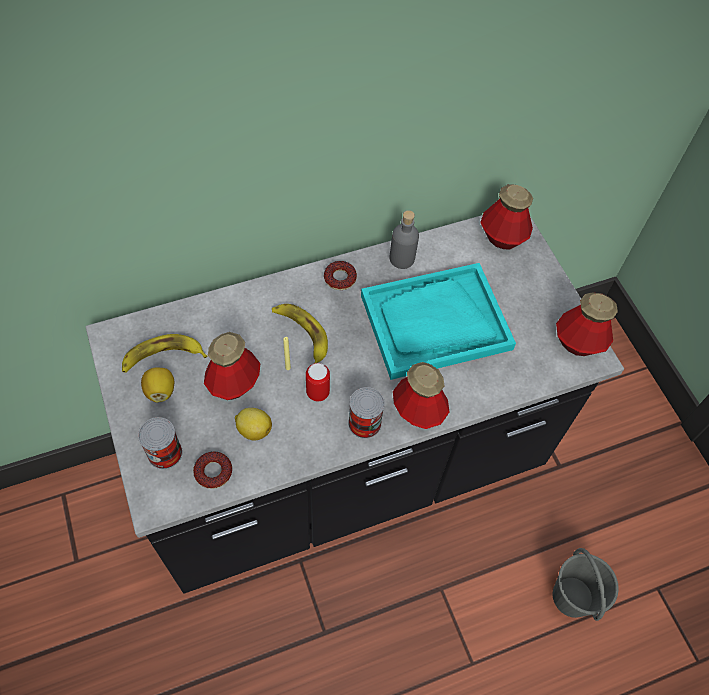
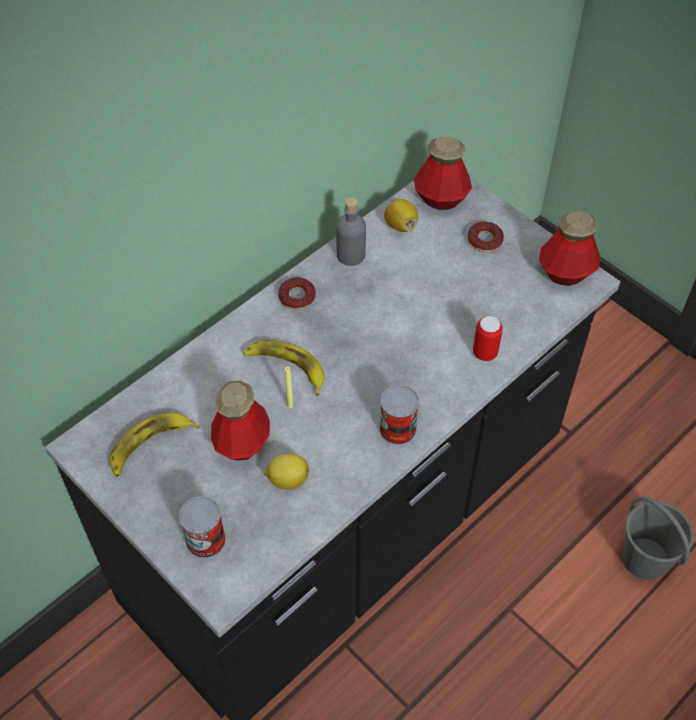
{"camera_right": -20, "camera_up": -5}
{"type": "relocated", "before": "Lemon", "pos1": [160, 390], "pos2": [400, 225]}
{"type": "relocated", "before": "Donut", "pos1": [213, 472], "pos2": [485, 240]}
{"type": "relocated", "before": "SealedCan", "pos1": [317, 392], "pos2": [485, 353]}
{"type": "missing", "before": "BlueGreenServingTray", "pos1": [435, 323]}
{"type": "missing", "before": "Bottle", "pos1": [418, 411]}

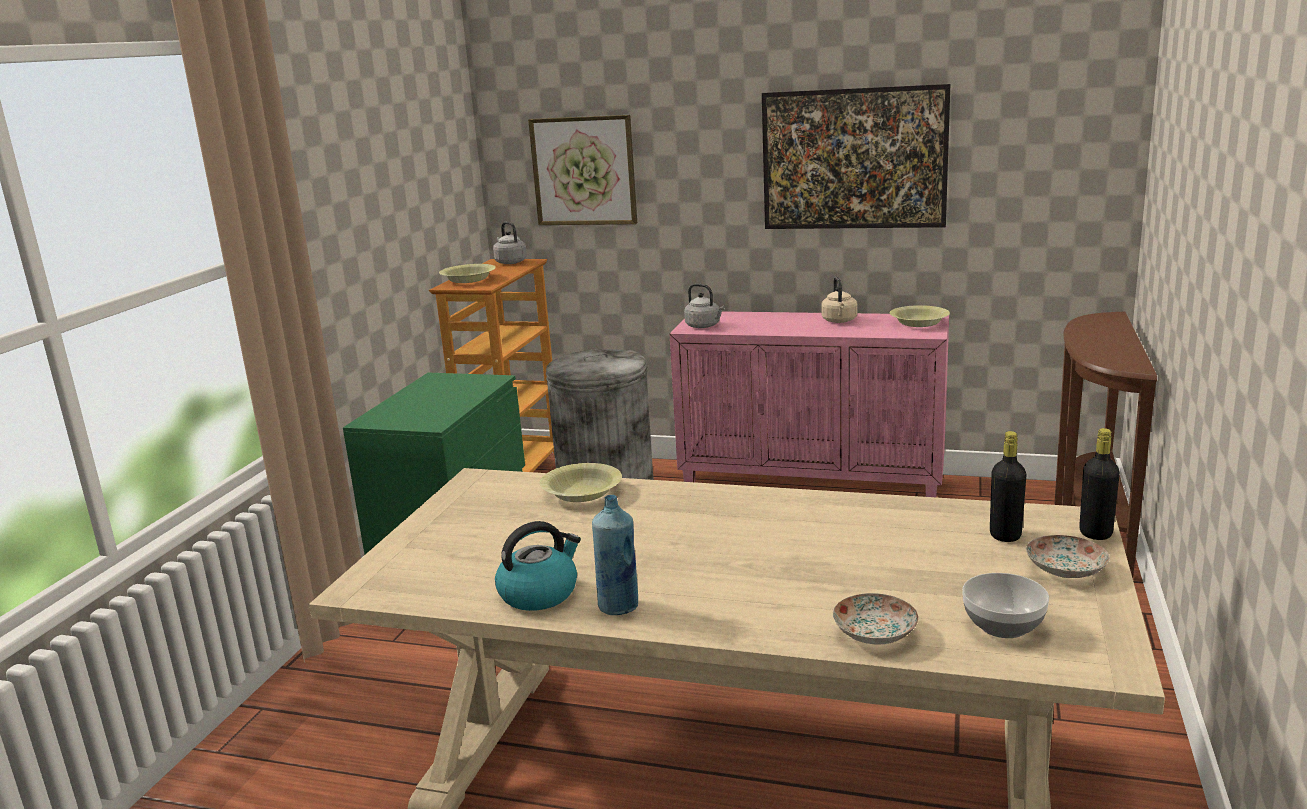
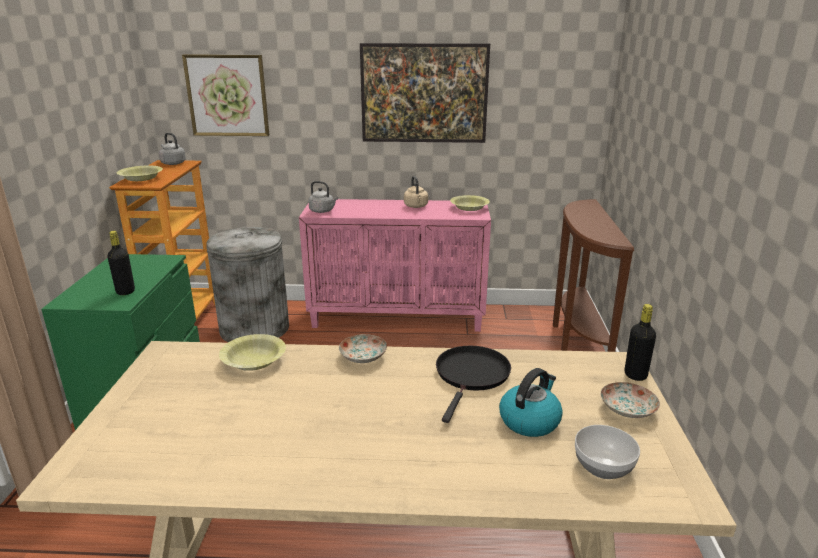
{"camera_right": -15, "camera_up": 5}
{"type": "relocated", "before": "TeaKettle", "pos1": [539, 593], "pos2": [529, 420]}
{"type": "missing", "before": "BluishBottle", "pos1": [619, 607]}
{"type": "relocated", "before": "Plate", "pos1": [875, 634], "pos2": [363, 357]}
{"type": "relocated", "before": "BlackColouredBottle", "pos1": [1005, 535], "pos2": [125, 291]}
{"type": "appeared", "after": "BlackColouredFryingPan", "pos2": [471, 376]}

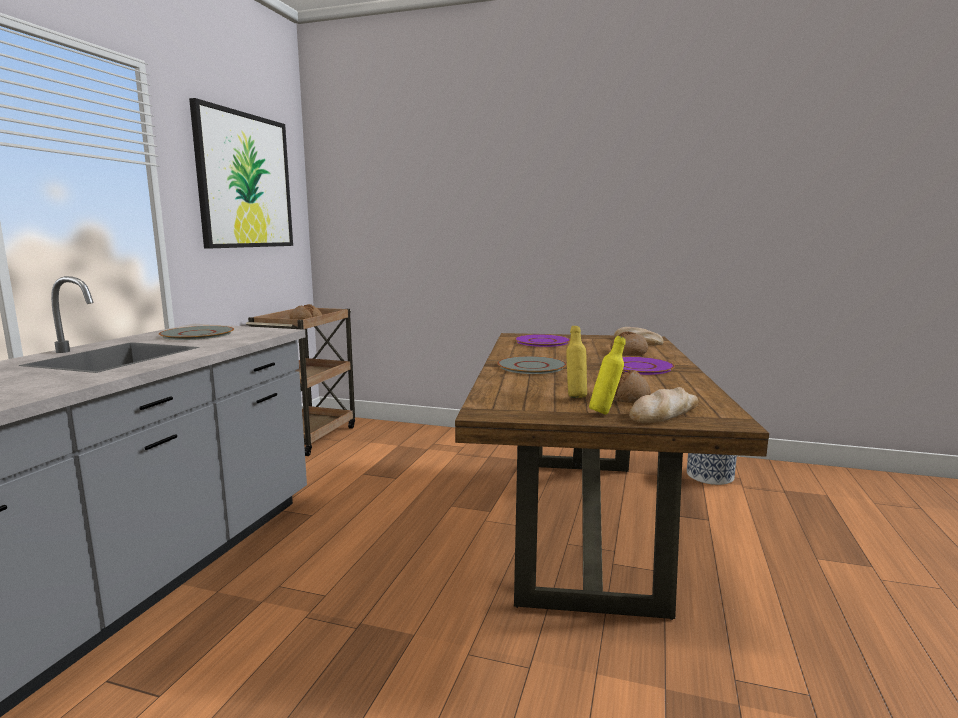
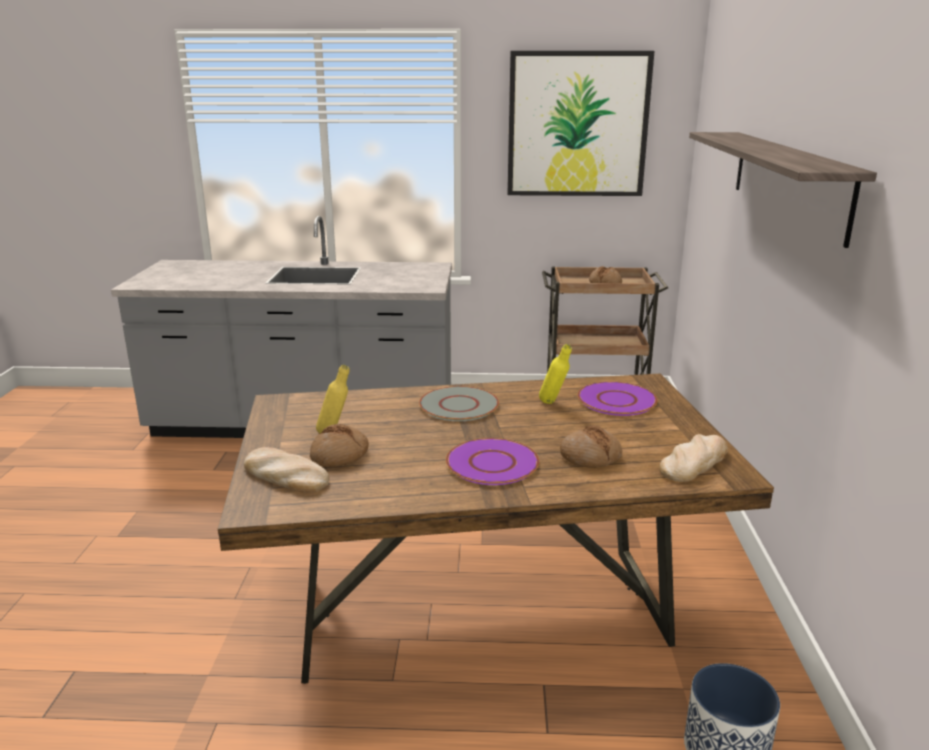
{"camera_right": 75, "camera_up": 10}
{"type": "missing", "before": "GrayPlate", "pos1": [197, 334]}
{"type": "relocated", "before": "YellowBottle", "pos1": [606, 412], "pos2": [553, 404]}
{"type": "appeared", "after": "Shelf", "pos2": [787, 181]}

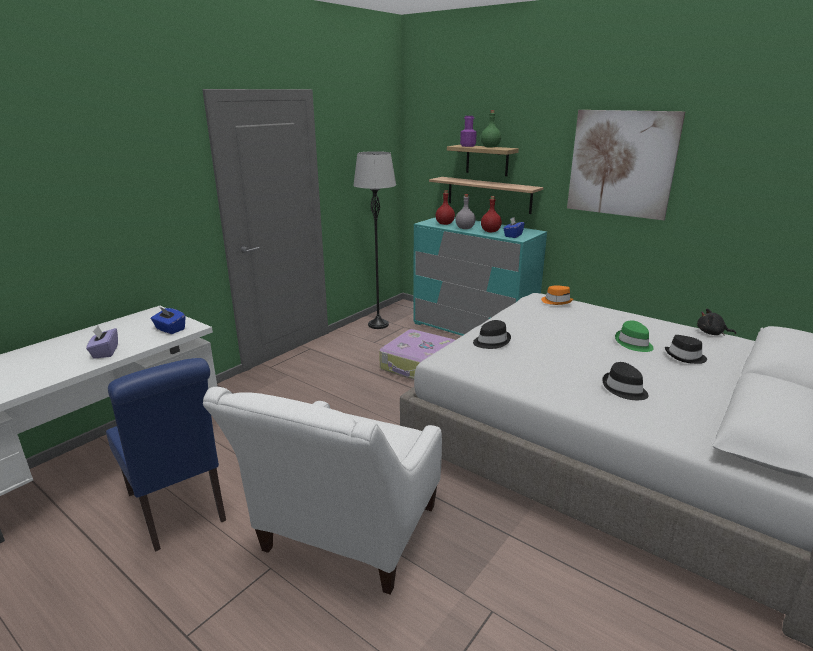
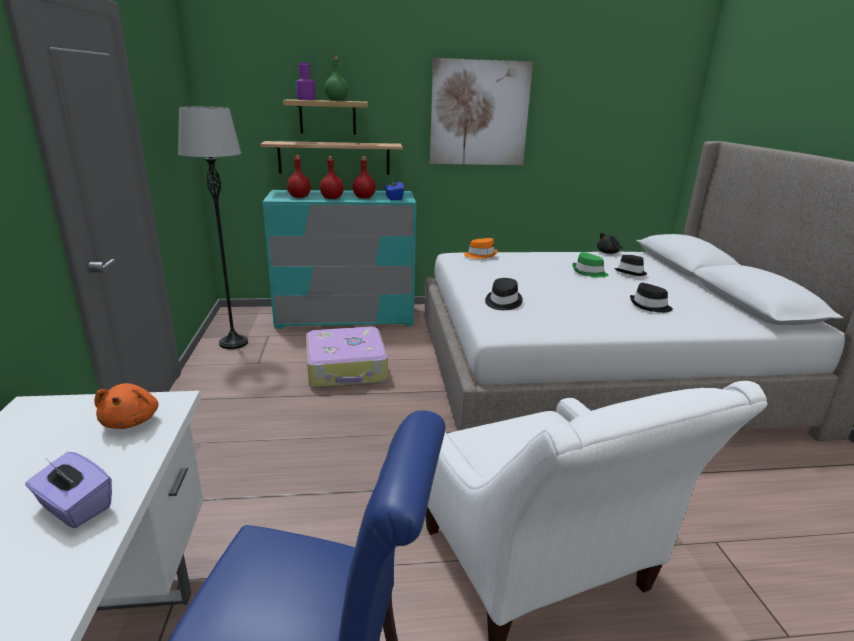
{"camera_right": -45, "camera_up": 0}
{"type": "exchanged", "before": "BluishTissueHolder", "after": "OrangeSoftToy", "pos1": [170, 329], "pos2": [131, 421]}
{"type": "colour", "before": "GrayBottle", "after": "RedBottle", "pos1": [464, 228], "pos2": [331, 198]}

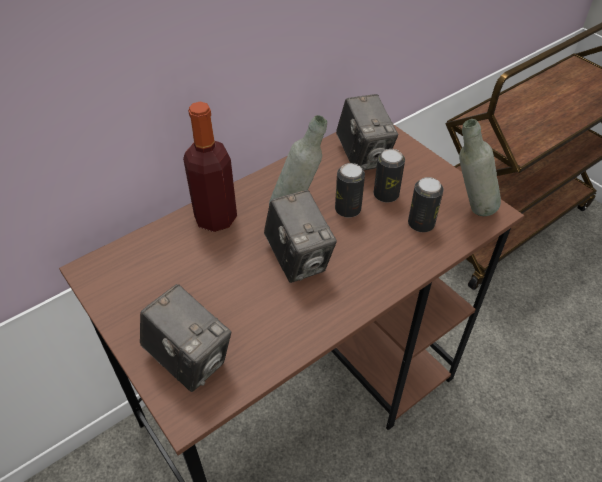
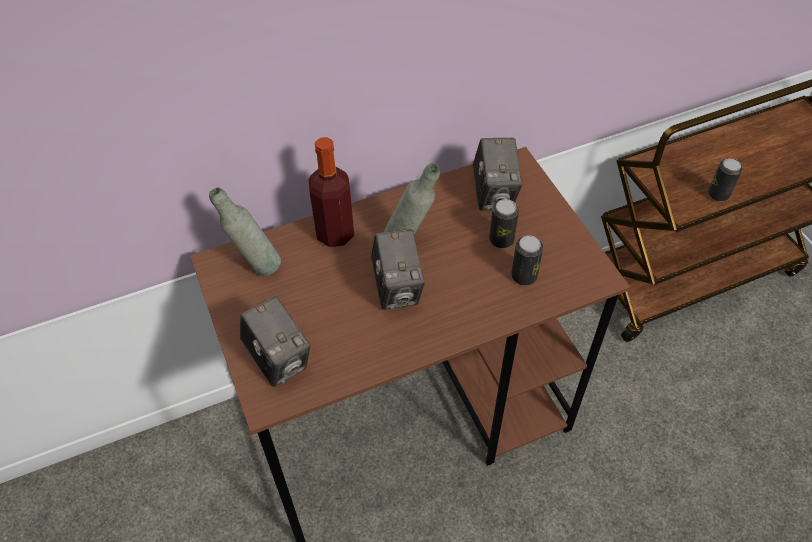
{"camera_right": 15, "camera_up": 5}
{"type": "relocated", "before": "SealedCan", "pos1": [347, 209], "pos2": [718, 194]}
{"type": "relocated", "before": "GrayBottle", "pos1": [469, 210], "pos2": [256, 267]}

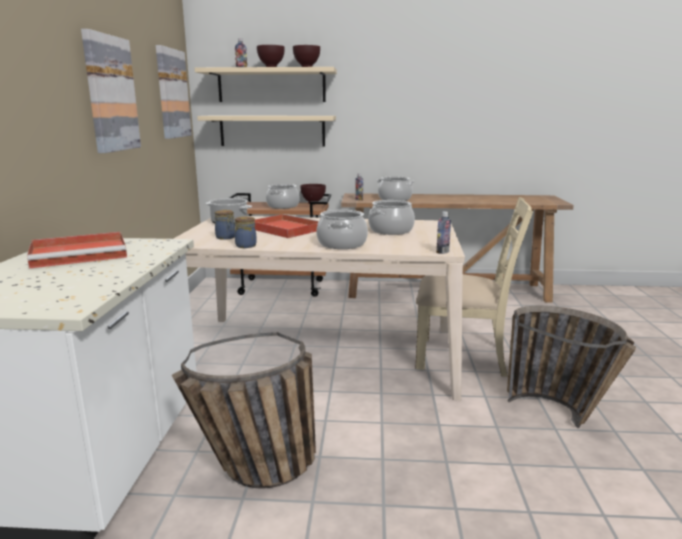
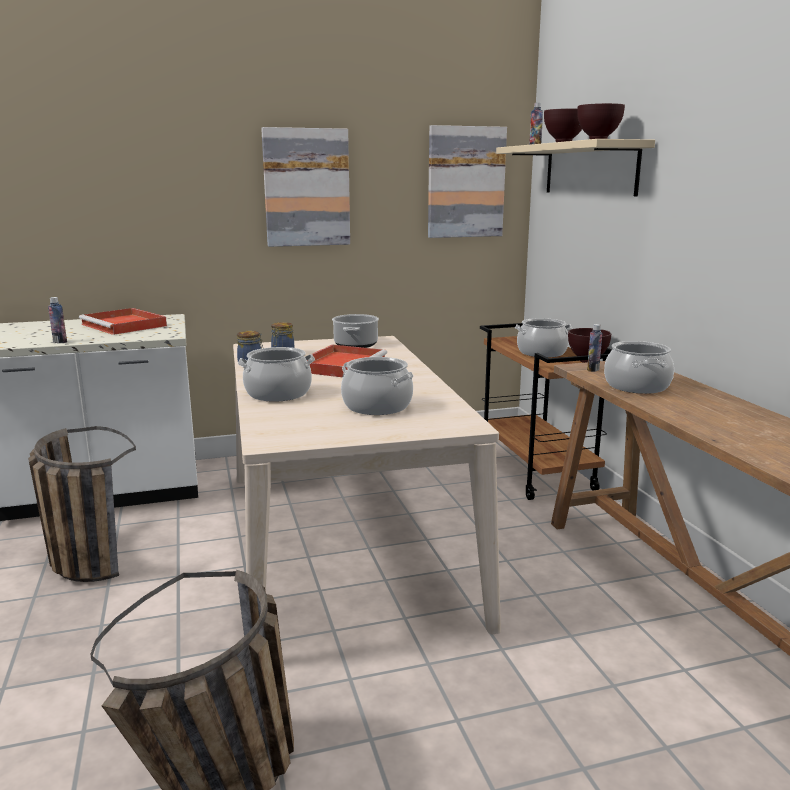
{"camera_right": 70, "camera_up": 0}
{"type": "missing", "before": "SandColouredShelf", "pos1": [272, 131]}
{"type": "missing", "before": "SandColouredChair", "pos1": [462, 356]}
{"type": "relocated", "before": "Bottle", "pos1": [442, 252], "pos2": [60, 342]}

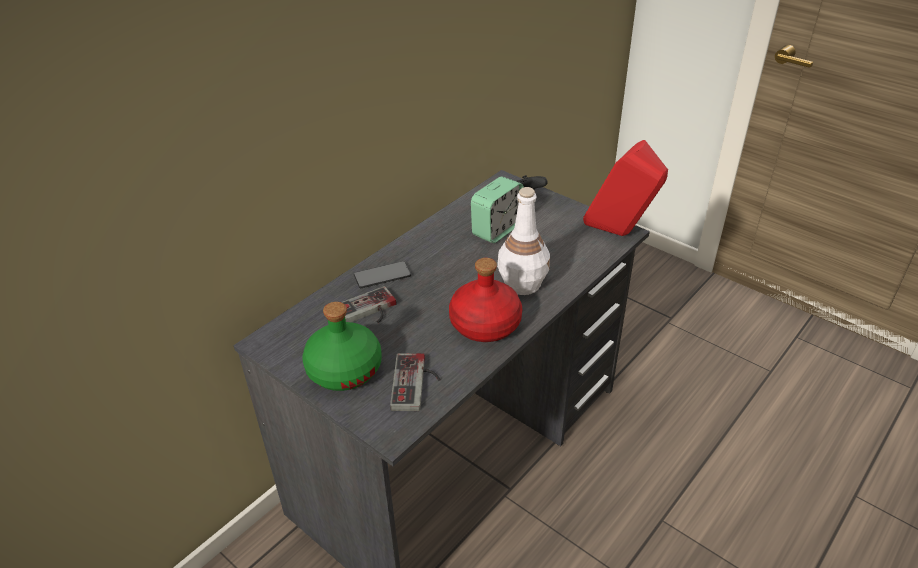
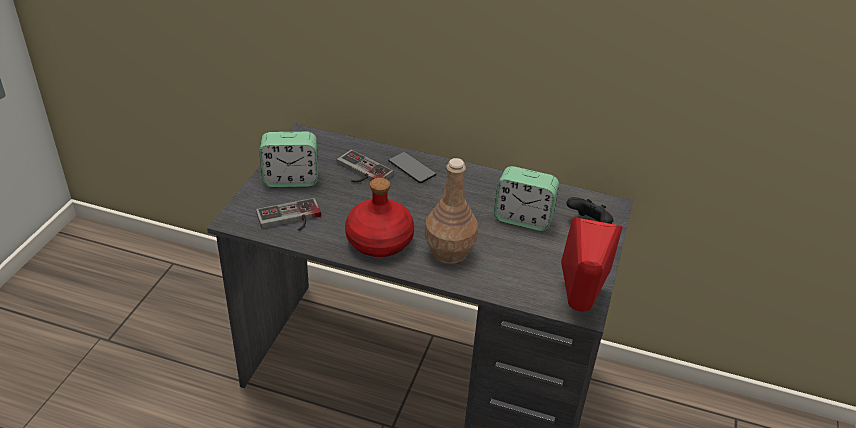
{"camera_right": 65, "camera_up": 0}
{"type": "exchanged", "before": "GreenBottle", "after": "AlarmClock", "pos1": [344, 369], "pos2": [291, 179]}
{"type": "colour", "before": "WhiteBottle", "after": "BrownColouredBottle", "pos1": [522, 283], "pos2": [450, 252]}

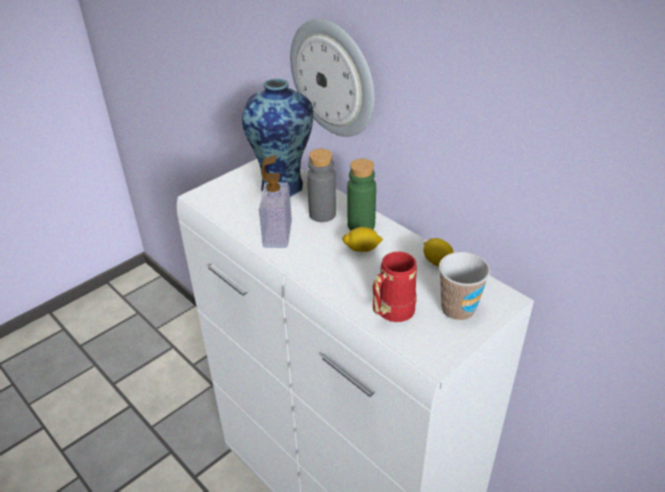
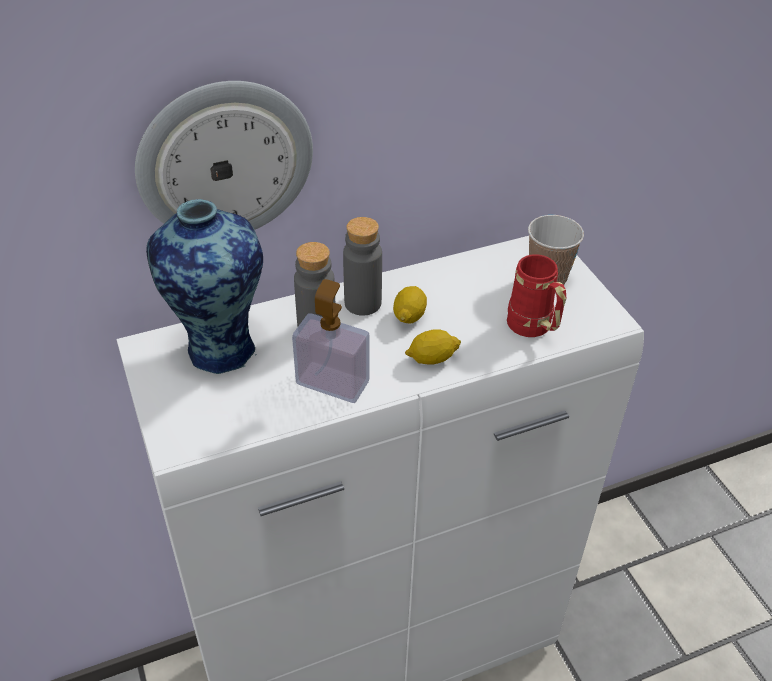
{"camera_right": -70, "camera_up": 5}
{"type": "colour", "before": "GreenBottle", "after": "GrayBottle", "pos1": [361, 225], "pos2": [362, 303]}
{"type": "relocated", "before": "Lemon", "pos1": [437, 261], "pos2": [432, 359]}

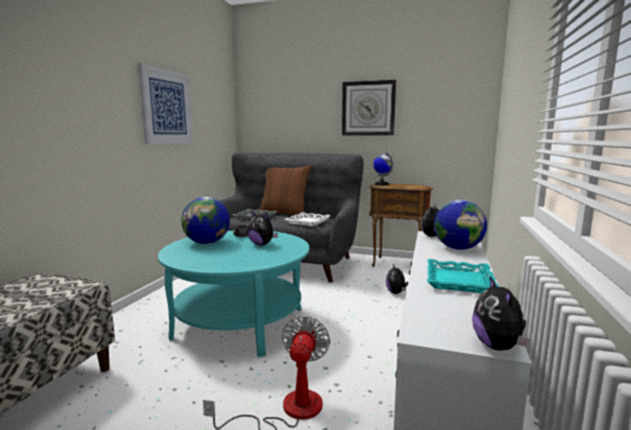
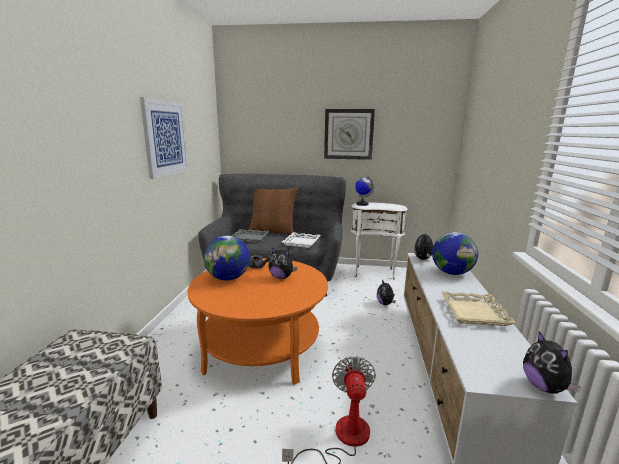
{"camera_right": -10, "camera_up": 5}
{"type": "colour", "before": "BlueGreenLoungeTable", "after": "OrangeLoungeTable", "pos1": [240, 323], "pos2": [262, 348]}
{"type": "colour", "before": "BrownColouredSideTable", "after": "WhiteSideTable", "pos1": [397, 263], "pos2": [374, 272]}
{"type": "colour", "before": "BlueGreenServingTray", "after": "SandColouredServingTray", "pos1": [458, 281], "pos2": [473, 312]}

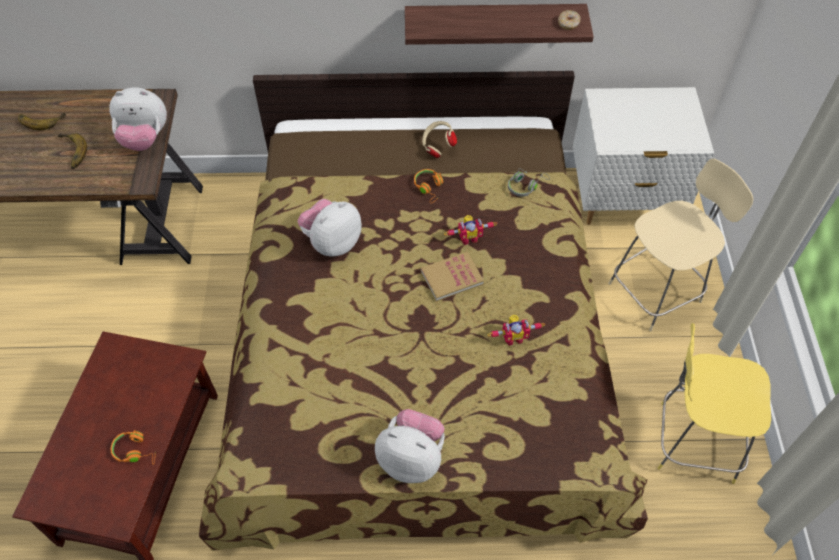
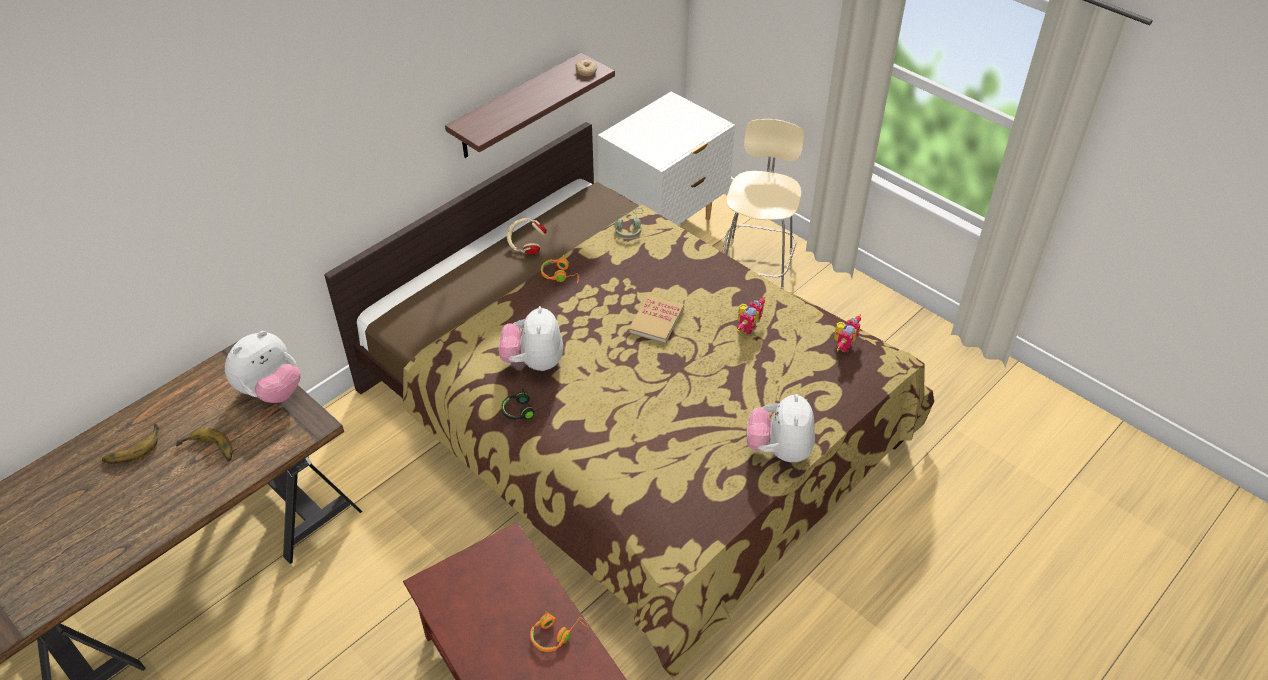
{"camera_right": -45, "camera_up": -10}
{"type": "spun", "before": "SoftToy", "pos1": [412, 458], "pos2": [779, 450], "turn": -60}
{"type": "relocated", "before": "ModelRobot", "pos1": [468, 237], "pos2": [843, 345]}
{"type": "missing", "before": "YellowStoolSeat", "pos1": [692, 441]}
{"type": "appeared", "after": "BlackColouredHeadphones", "pos2": [525, 411]}

